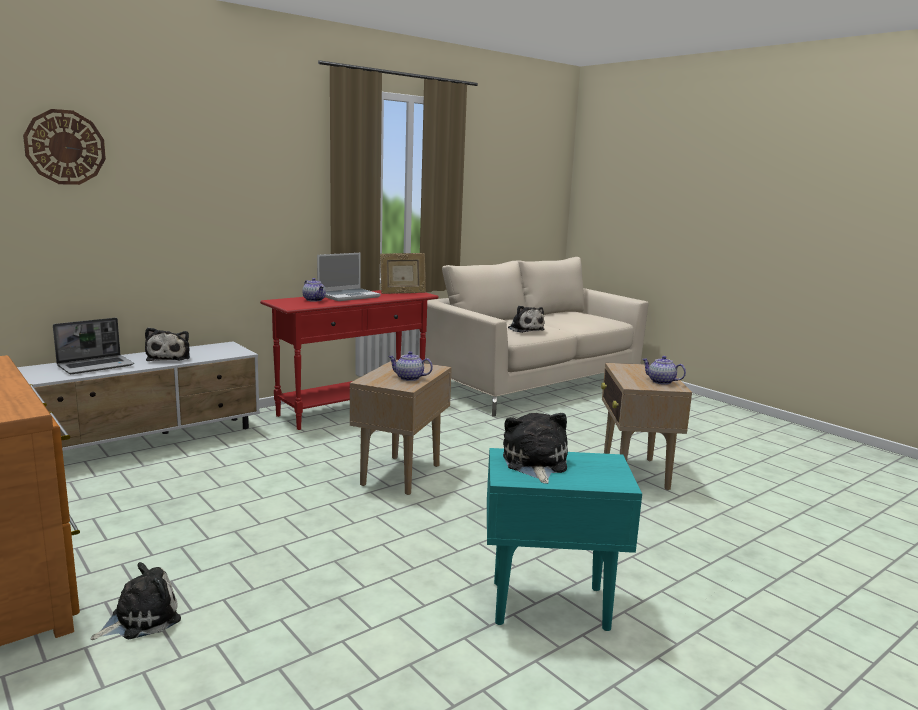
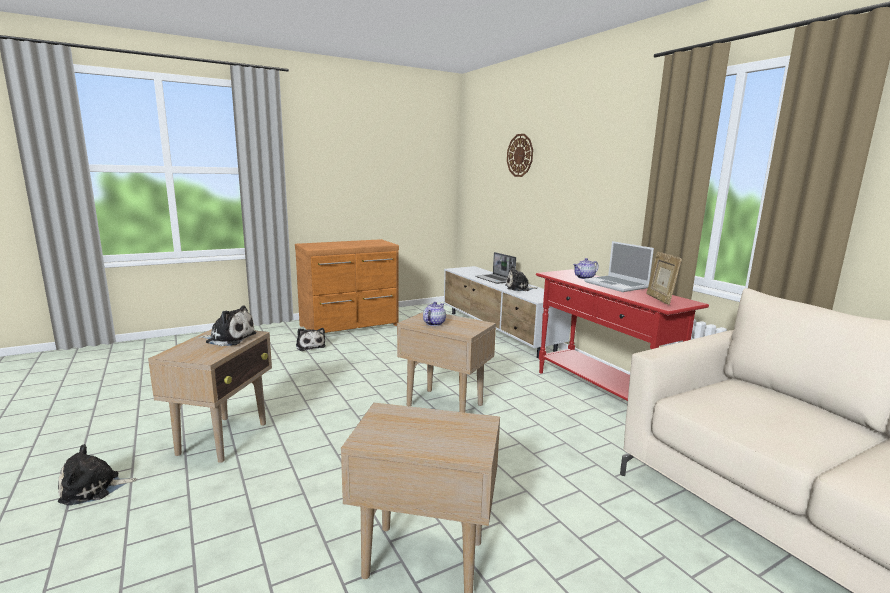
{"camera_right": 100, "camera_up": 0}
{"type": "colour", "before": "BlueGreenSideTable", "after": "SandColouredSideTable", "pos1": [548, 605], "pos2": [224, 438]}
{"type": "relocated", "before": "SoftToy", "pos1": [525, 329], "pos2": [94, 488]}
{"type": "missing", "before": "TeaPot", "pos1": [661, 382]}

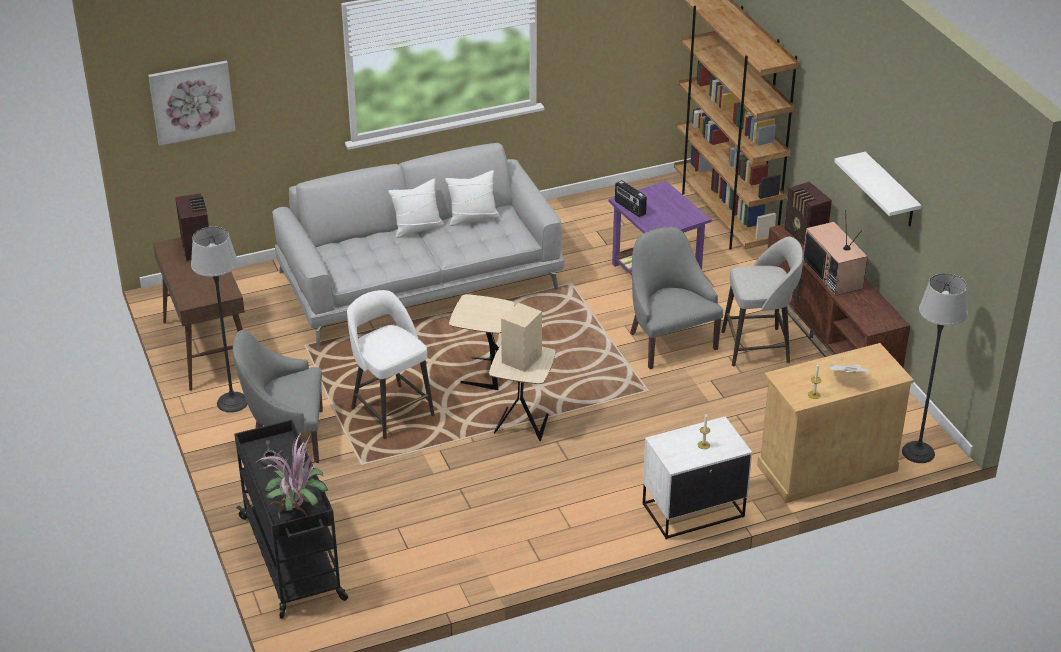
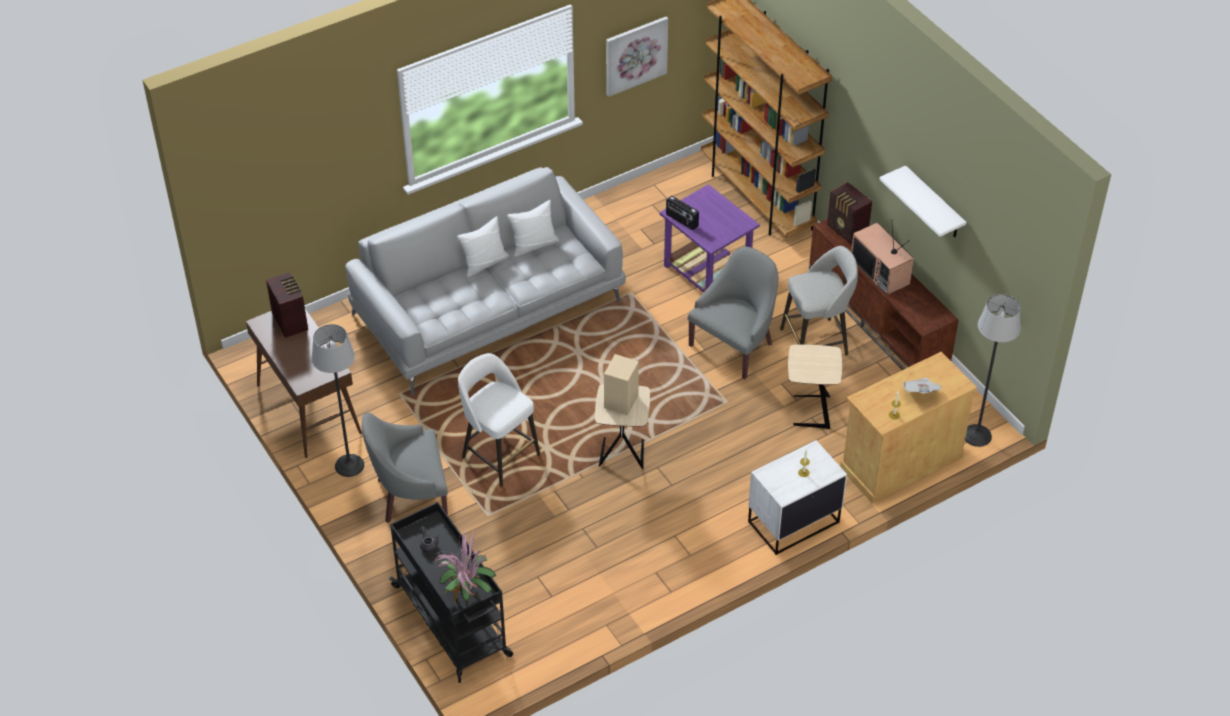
{"camera_right": -10, "camera_up": 10}
{"type": "relocated", "before": "WallArt", "pos1": [192, 101], "pos2": [635, 55]}
{"type": "relocated", "before": "SandColouredSideTable", "pos1": [483, 373], "pos2": [810, 412]}
{"type": "spun", "before": "GrayLoungeChair", "pos1": [669, 341], "pos2": [734, 346], "turn": 75}

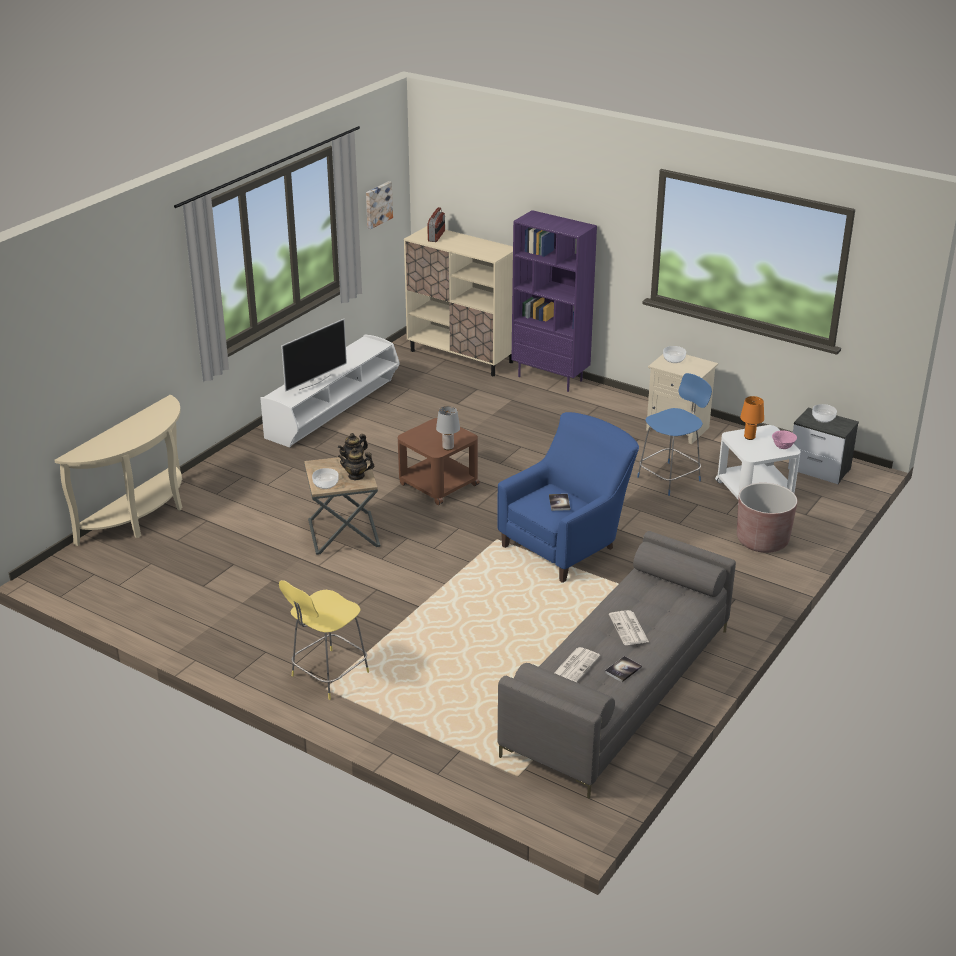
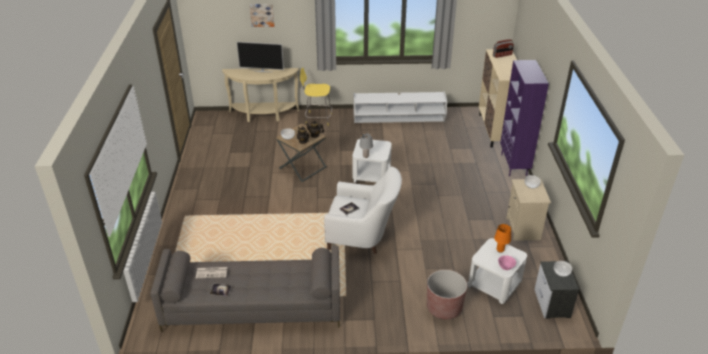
{"camera_right": 55, "camera_up": 5}
{"type": "relocated", "before": "YellowStoolSeat", "pos1": [328, 675], "pos2": [317, 118]}
{"type": "relocated", "before": "TvSet", "pos1": [314, 382], "pos2": [262, 71]}
{"type": "relocated", "before": "WallArt", "pos1": [377, 204], "pos2": [262, 14]}
{"type": "colour", "before": "BrownColouredSideTable", "after": "WhiteSideTable", "pos1": [438, 484], "pos2": [371, 175]}
{"type": "colour", "before": "BluishLoungeChair", "after": "WhiteLoungeChair", "pos1": [568, 545], "pos2": [363, 237]}
{"type": "missing", "before": "DailyPaper", "pos1": [629, 629]}
{"type": "missing", "before": "BluishStoolSeat", "pos1": [670, 478]}

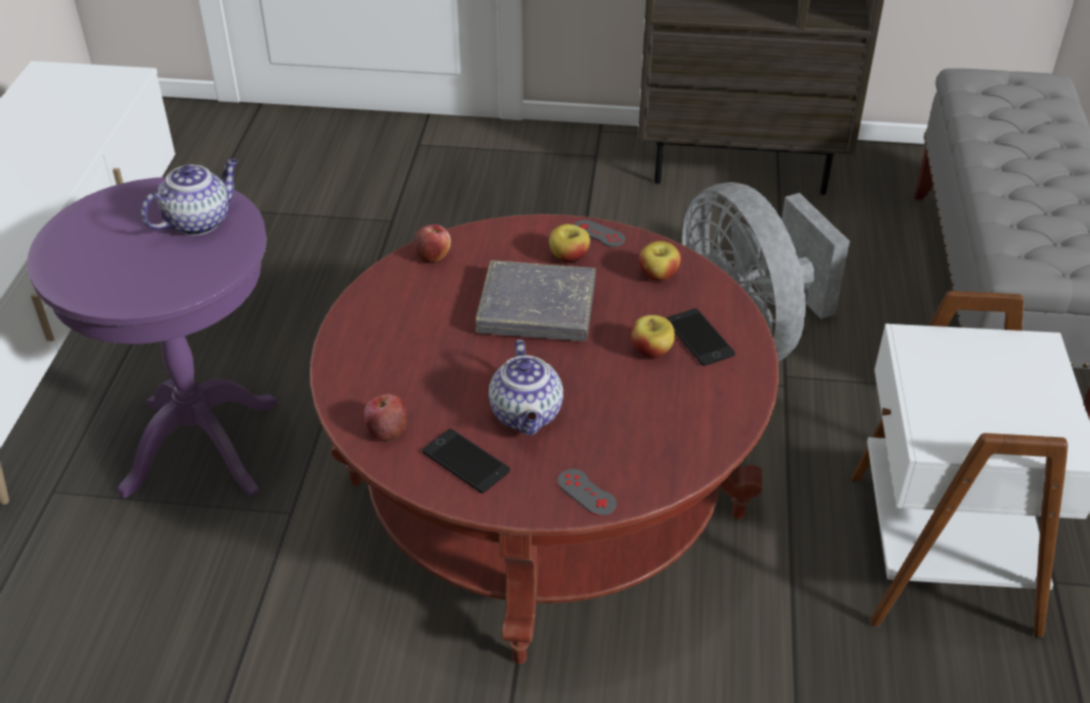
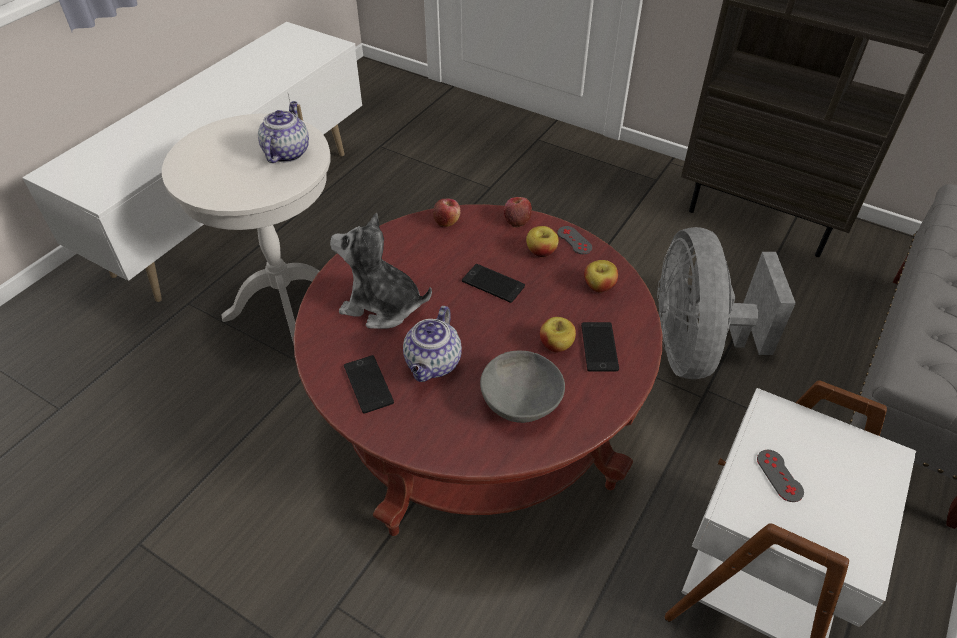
{"camera_right": 25, "camera_up": 5}
{"type": "colour", "before": "PurpleColouredSideTable", "after": "WhiteSideTable", "pos1": [201, 446], "pos2": [286, 303]}
{"type": "spun", "before": "TeaPot", "pos1": [199, 221], "pos2": [287, 152], "turn": -60}
{"type": "relocated", "before": "AppleFruit", "pos1": [387, 430], "pos2": [517, 220]}
{"type": "exchanged", "before": "GrayVolume", "after": "Phone", "pos1": [536, 308], "pos2": [493, 284]}
{"type": "relocated", "before": "GrayJoypad", "pos1": [586, 492], "pos2": [779, 475]}
{"type": "appeared", "after": "SoftToy", "pos2": [382, 306]}
{"type": "appeared", "after": "GrayBowl", "pos2": [522, 401]}

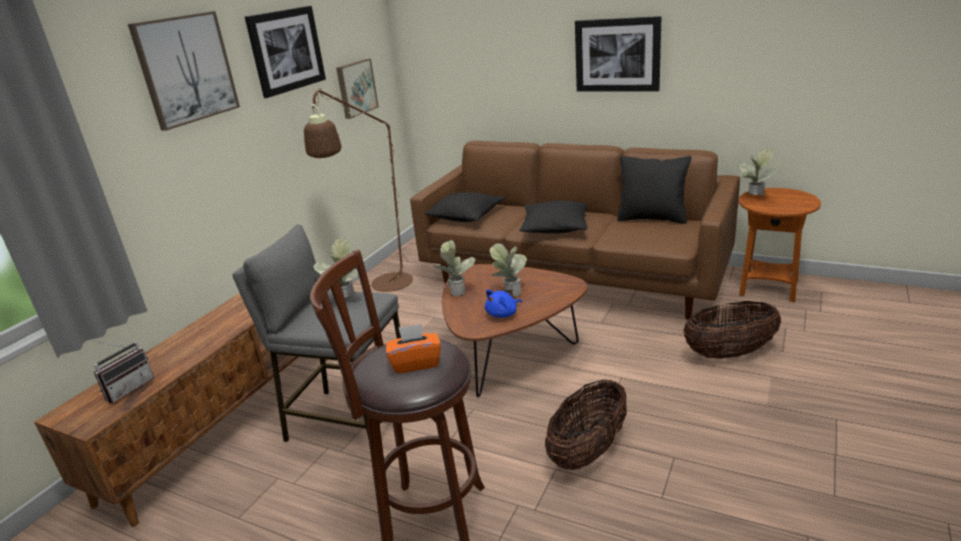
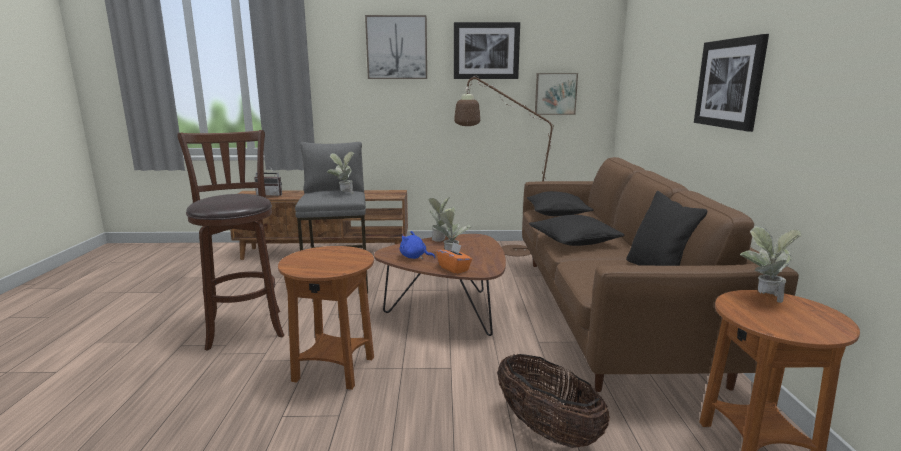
{"camera_right": 60, "camera_up": -10}
{"type": "relocated", "before": "OrangeTissueHolder", "pos1": [416, 363], "pos2": [454, 268]}
{"type": "exchanged", "before": "StorageBasket", "after": "BrownColouredSideTable", "pos1": [588, 451], "pos2": [334, 370]}

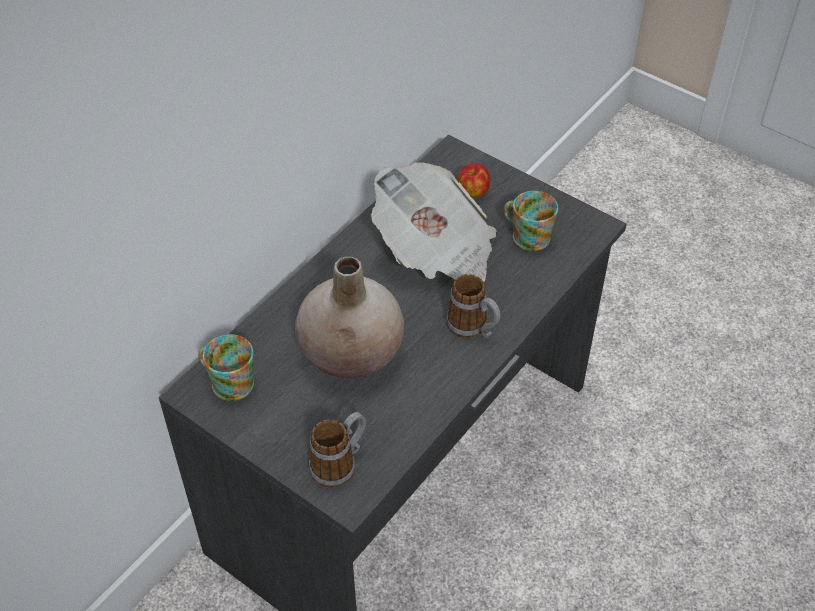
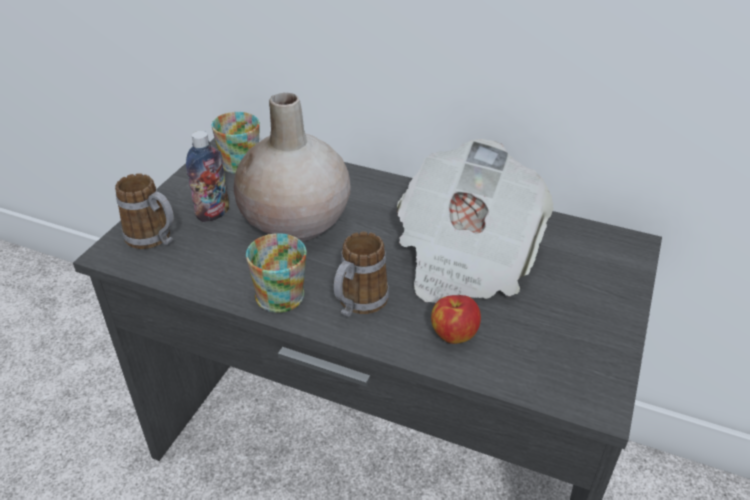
{"camera_right": 75, "camera_up": -10}
{"type": "relocated", "before": "AppleFruit", "pos1": [473, 192], "pos2": [453, 334]}
{"type": "relocated", "before": "CoffeeMug", "pos1": [526, 235], "pos2": [284, 291]}
{"type": "appeared", "after": "Bottle", "pos2": [213, 213]}

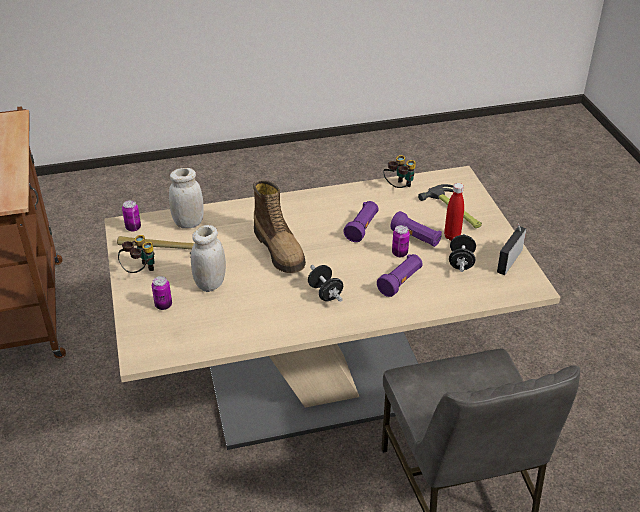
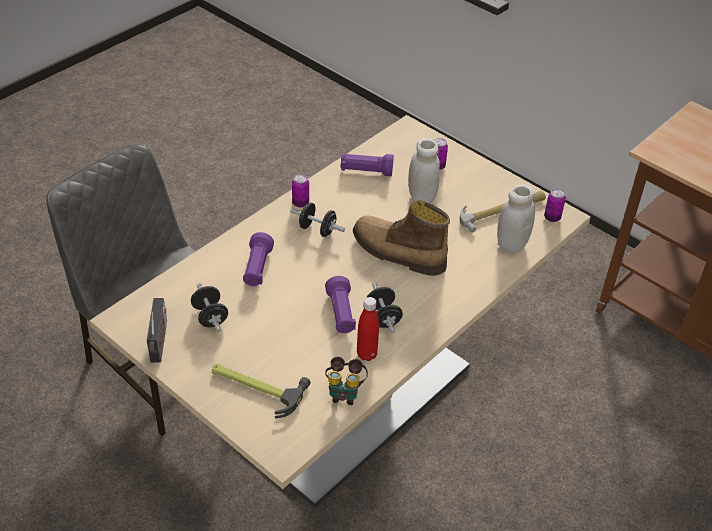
{"camera_right": 145, "camera_up": 5}
{"type": "missing", "before": "Binoculars", "pos1": [139, 270]}
{"type": "relocated", "before": "PurpleColouredFlashlight", "pos1": [416, 238], "pos2": [366, 171]}
{"type": "relocated", "before": "SealedCan", "pos1": [399, 253], "pos2": [300, 203]}
{"type": "relocated", "before": "RedBottle", "pos1": [452, 236], "pos2": [366, 354]}
{"type": "appeared", "after": "BlackColouredDumbbell", "pos2": [383, 317]}

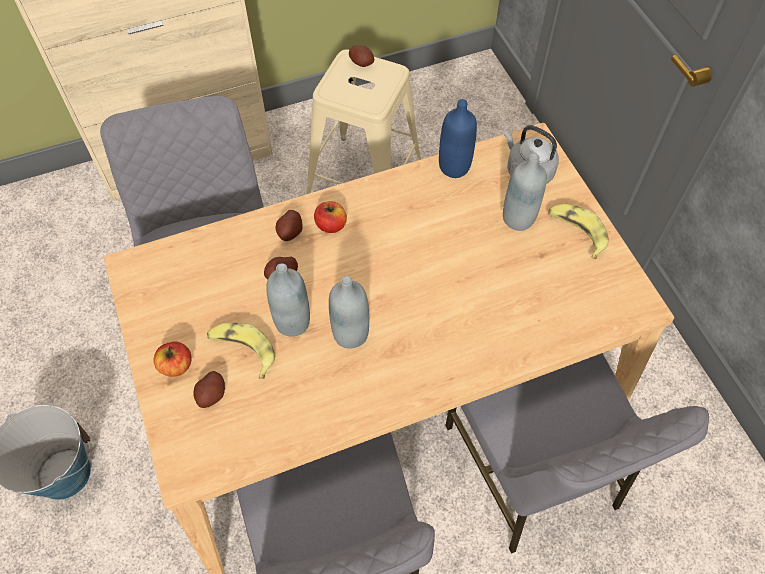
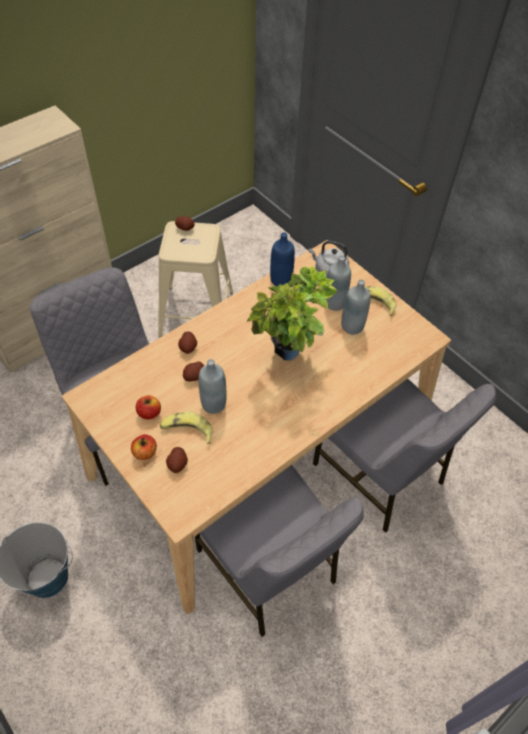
{"camera_right": -20, "camera_up": -5}
{"type": "relocated", "before": "AppleFruit", "pos1": [331, 225], "pos2": [149, 413]}
{"type": "relocated", "before": "GrayBottle", "pos1": [350, 334], "pos2": [352, 326]}
{"type": "appeared", "after": "PlantInAPot", "pos2": [289, 357]}

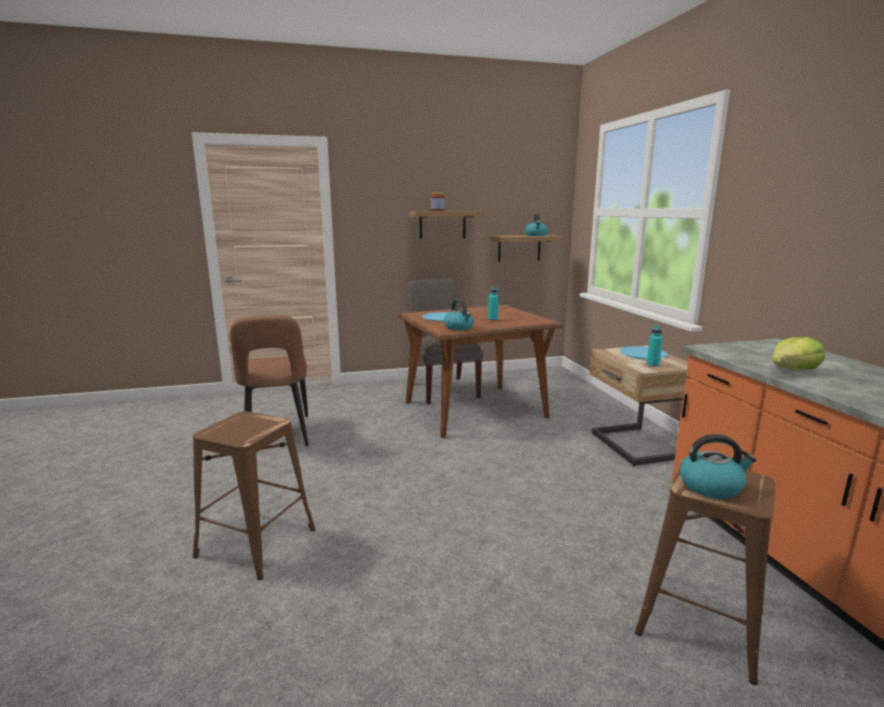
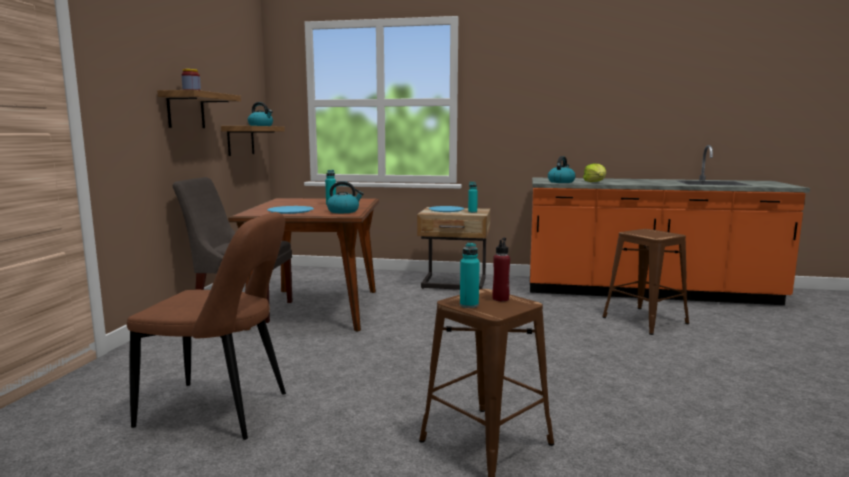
{"camera_right": -65, "camera_up": -5}
{"type": "relocated", "before": "TeaKettle", "pos1": [711, 486], "pos2": [561, 182]}
{"type": "appeared", "after": "BlueGreenBottle", "pos2": [469, 305]}
{"type": "appeared", "after": "RedBottle", "pos2": [500, 299]}

